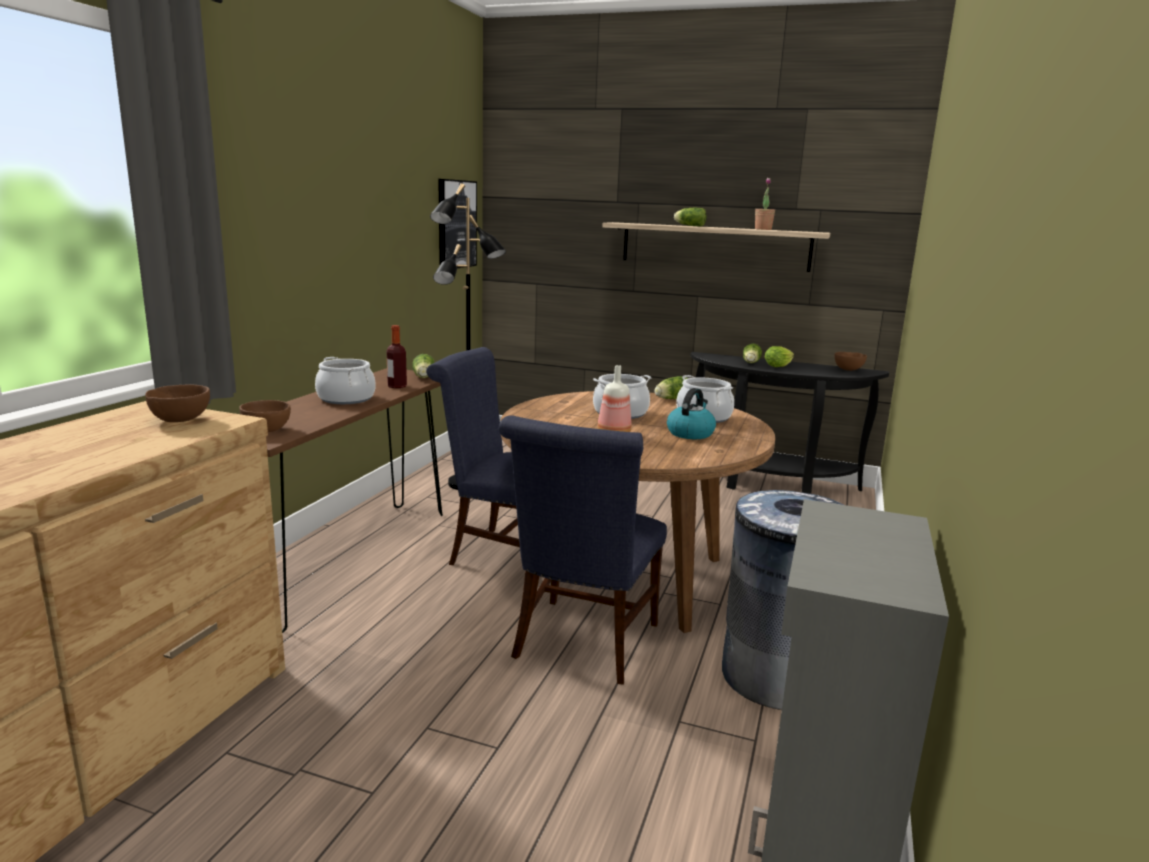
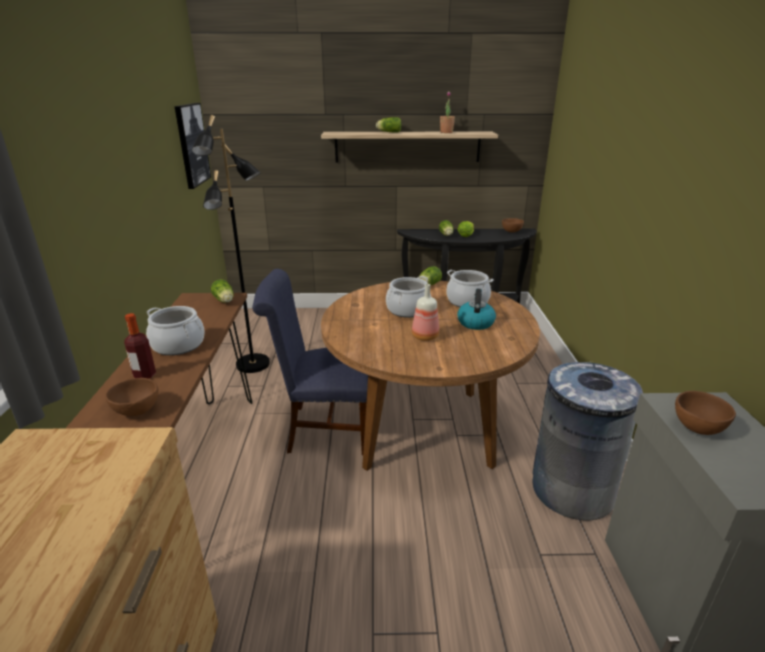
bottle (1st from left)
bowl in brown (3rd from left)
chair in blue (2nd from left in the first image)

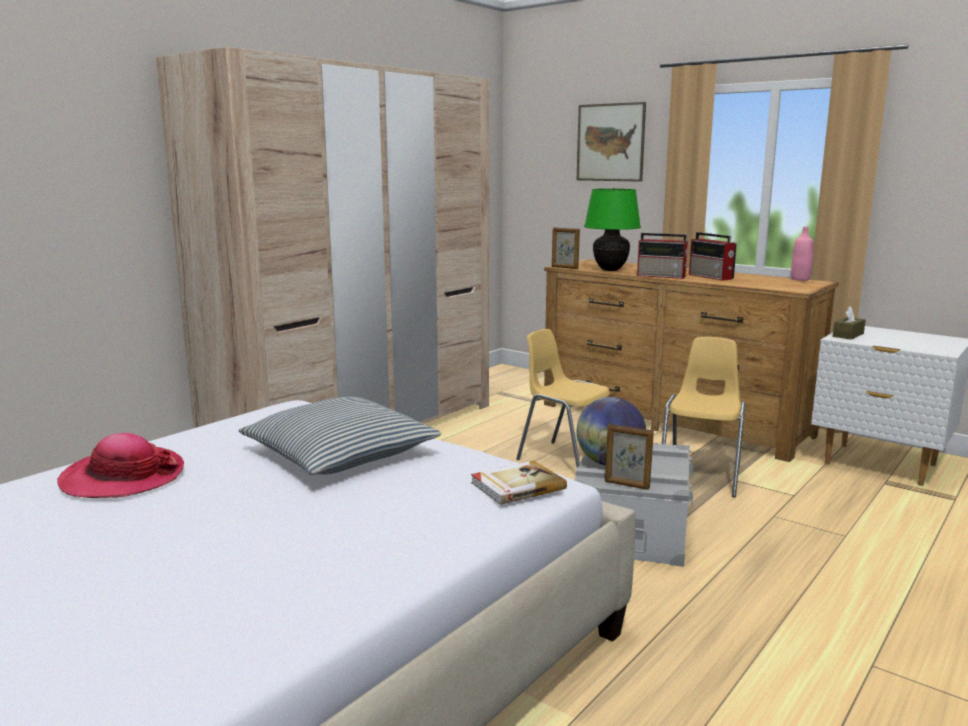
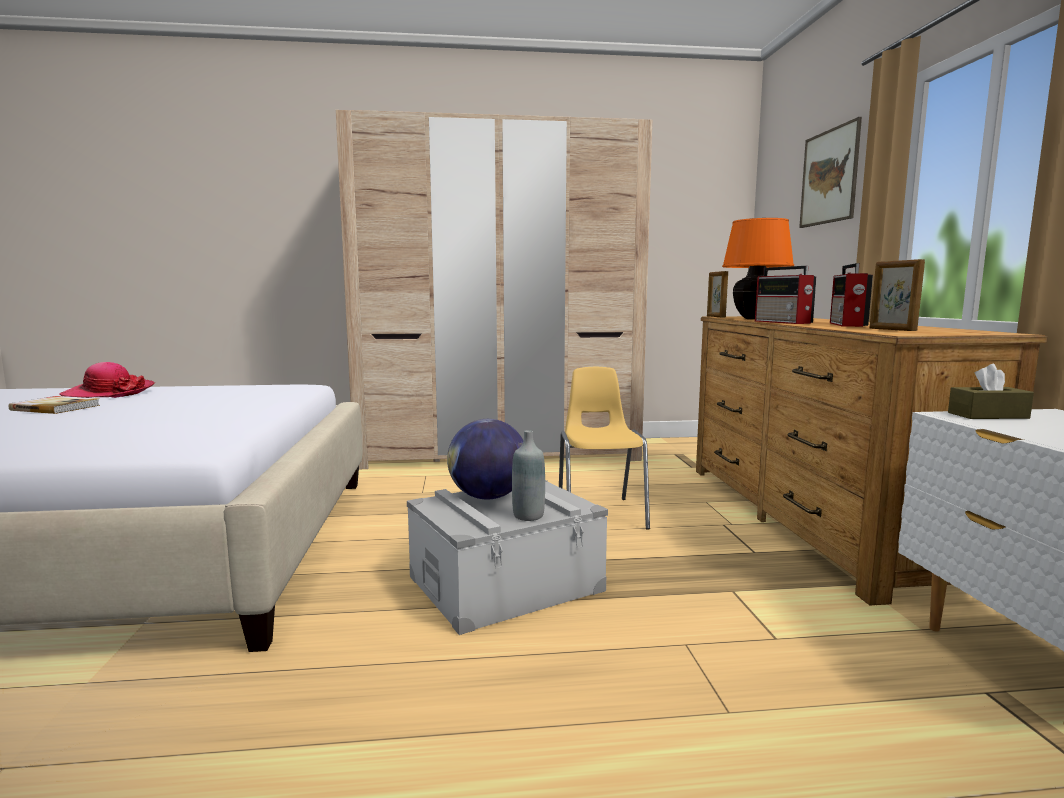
book
bottle in grey
table lamp in orange
picture frame (2nd from left)
pillow
chair in yellow (2nd from left in the first image)
bottle in pink

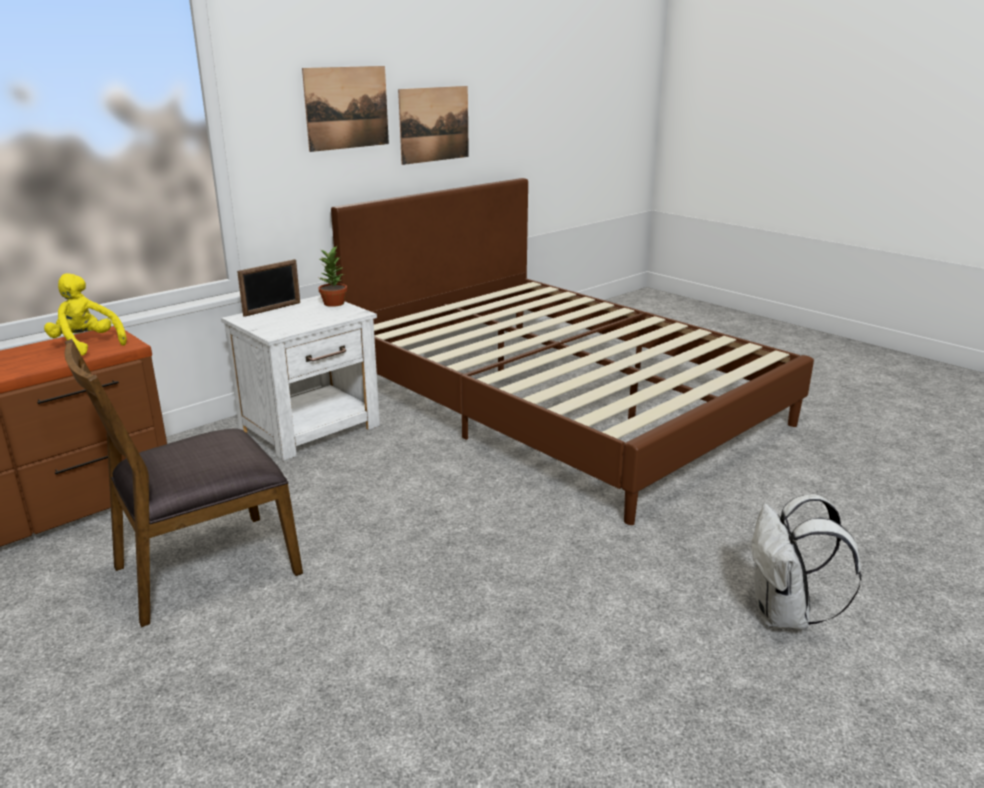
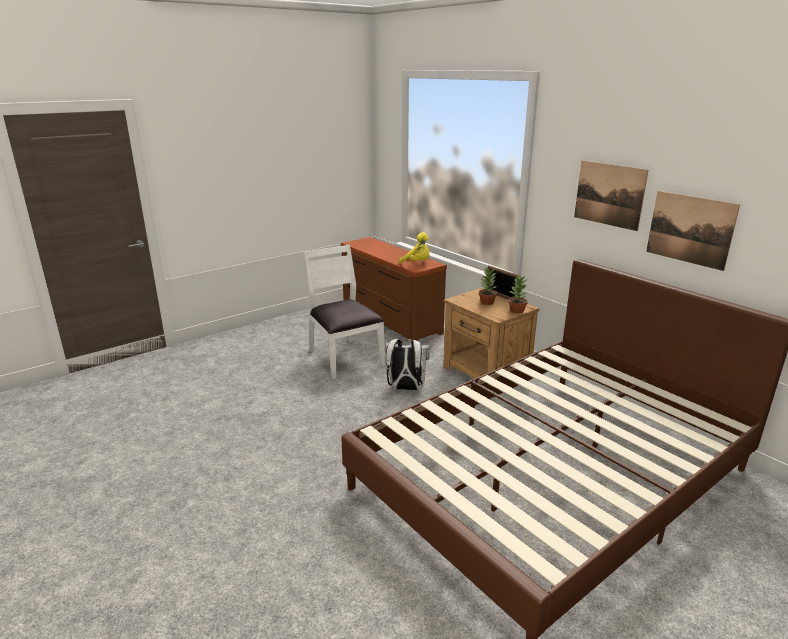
chair in white
backpack in white
plush toy in yellow
nightstand in brown
potted plant (1st from left)

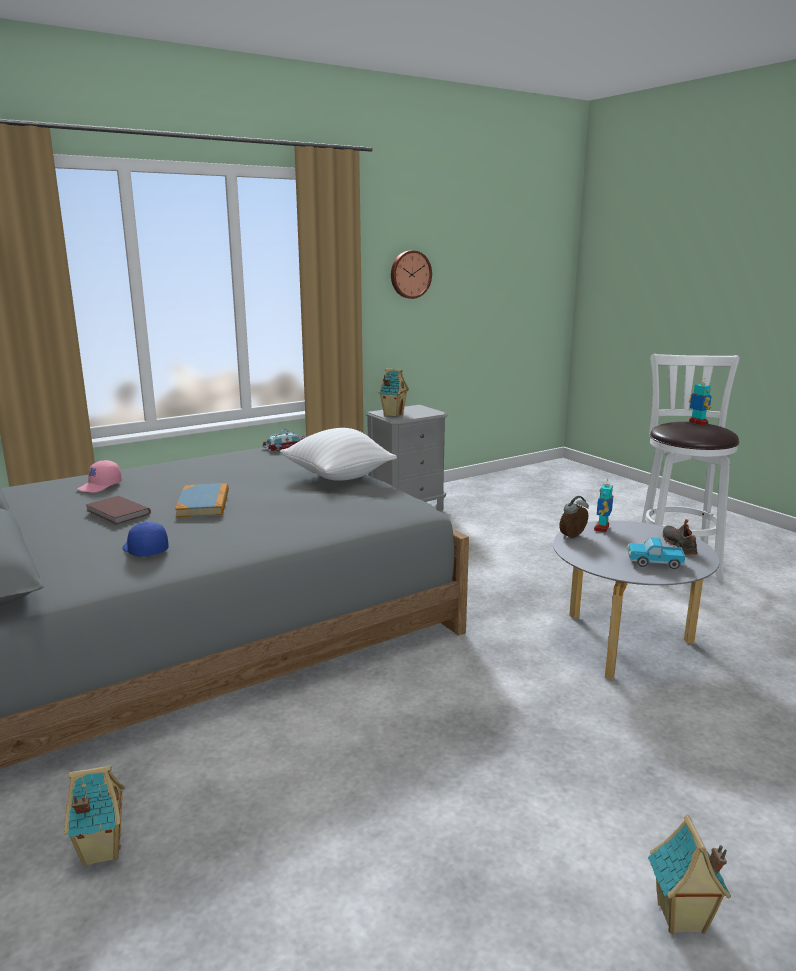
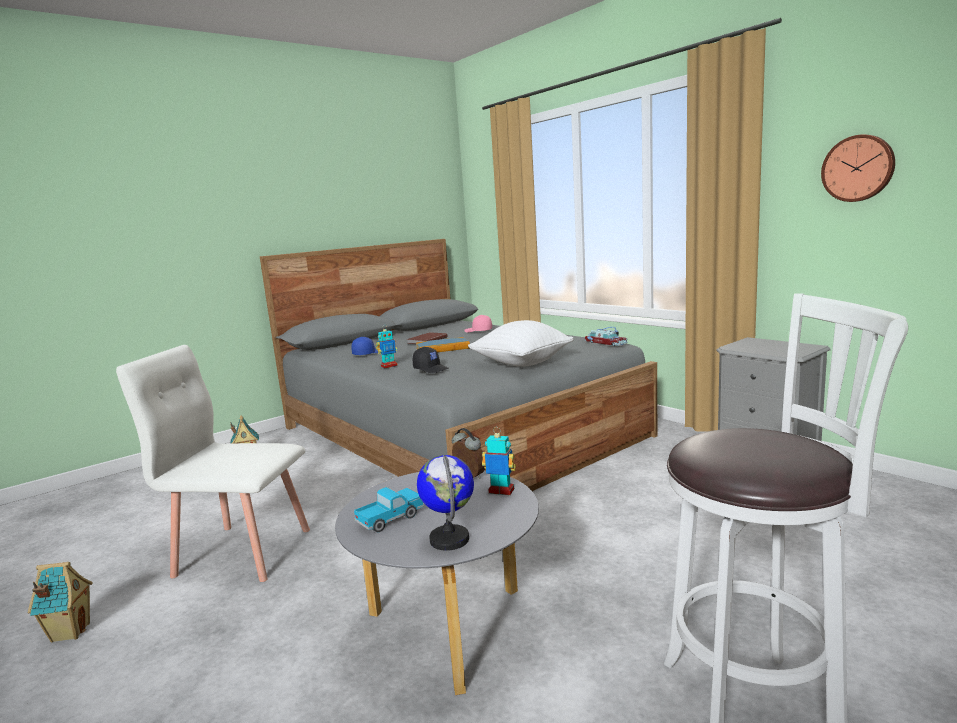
chair in white
toy truck
toy robot (1st from left)
cap in black
globe
toy house (2nd from left in the first image)

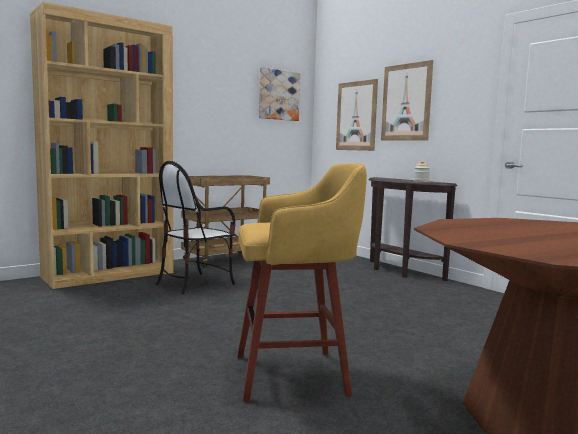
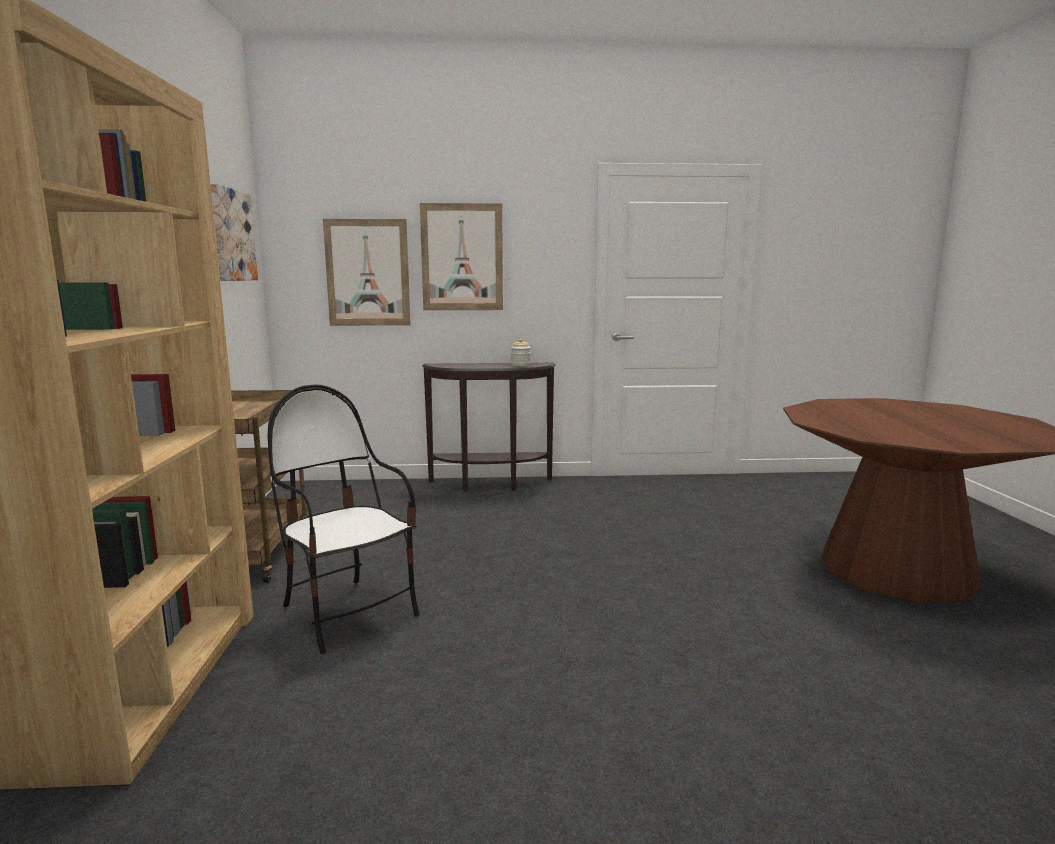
chair
stool in yellow

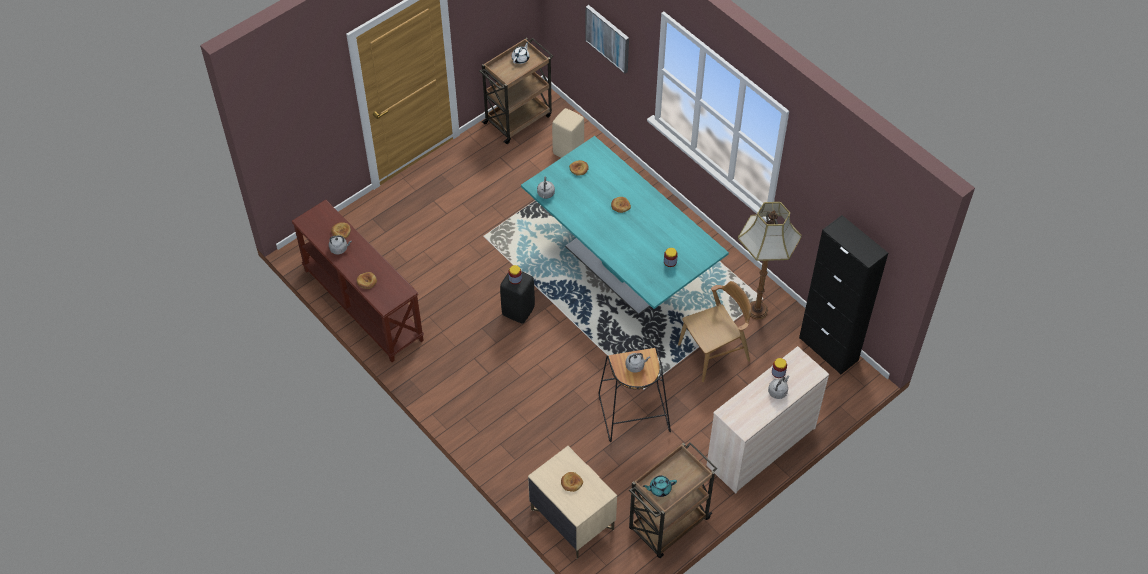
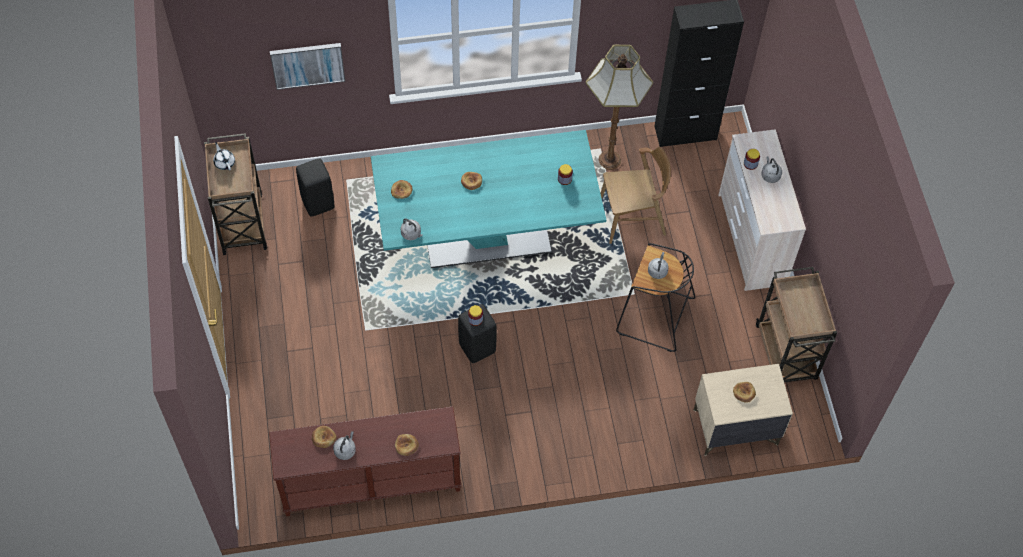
stool in black (1st from left)
chair in brown
teapot in turquoise

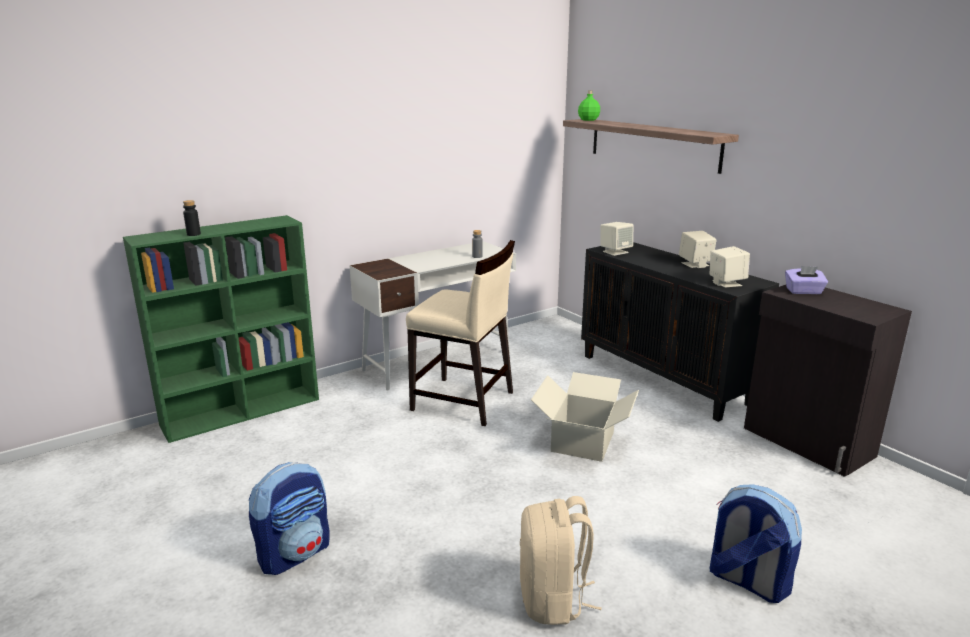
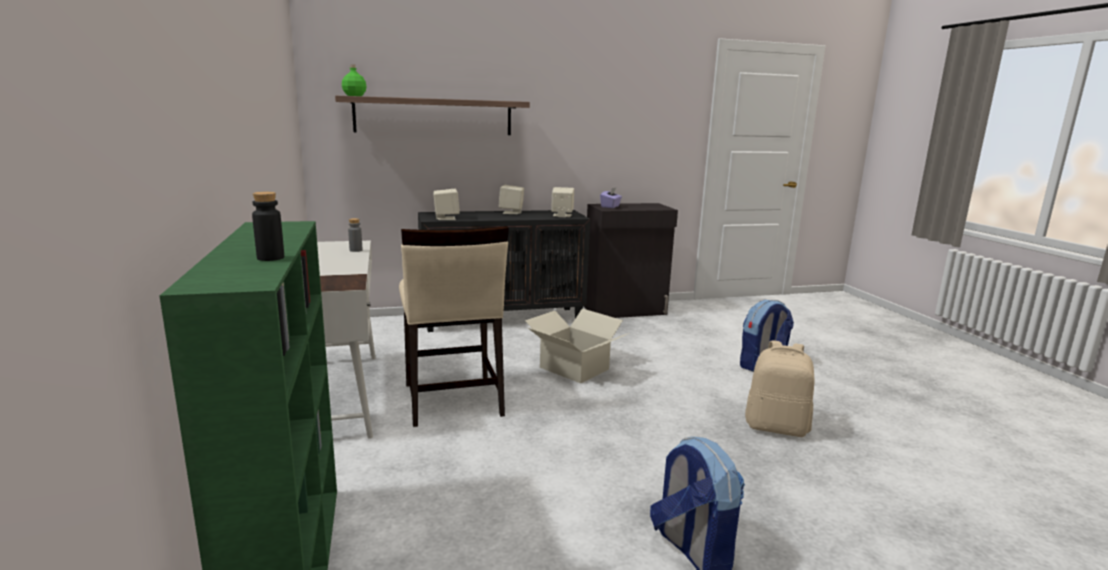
chair in beige

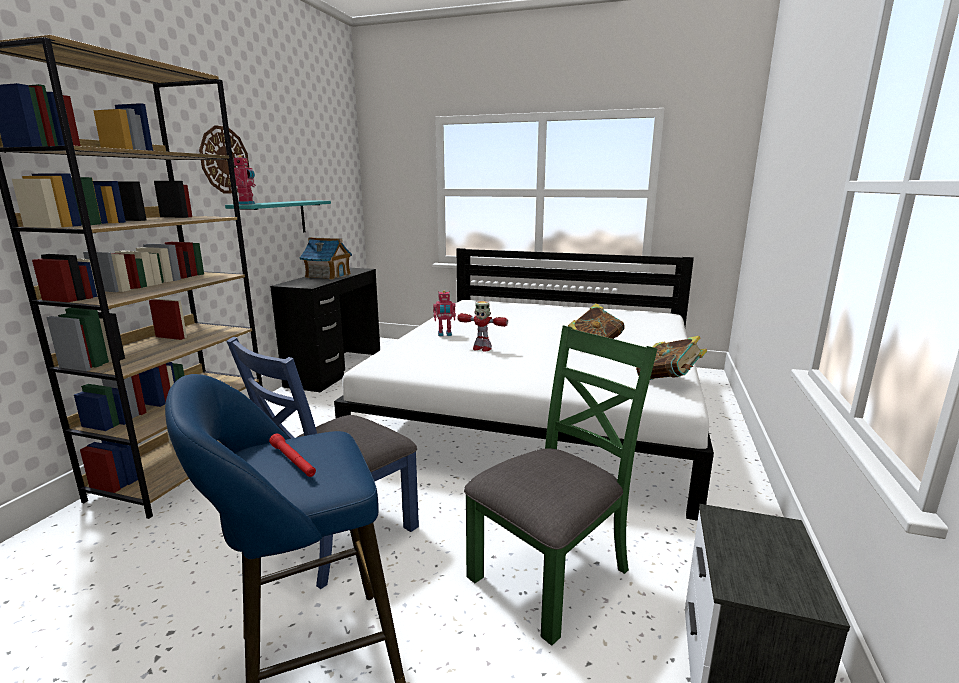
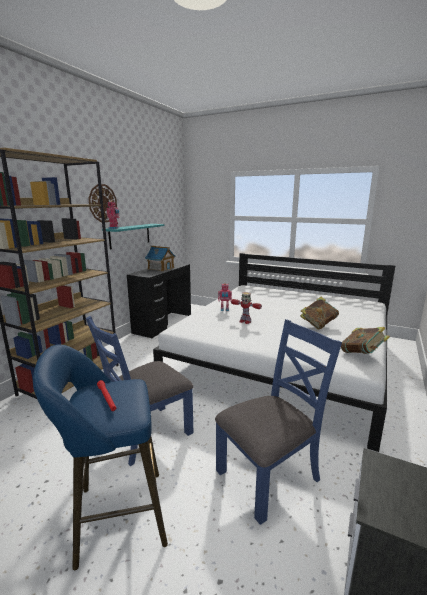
chair in blue (2nd from left)

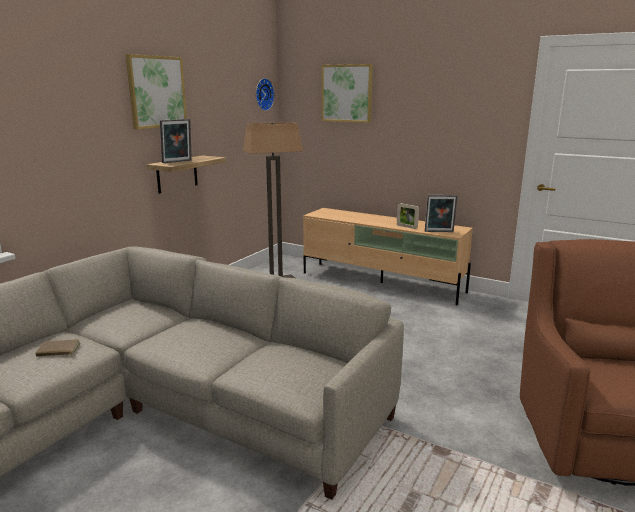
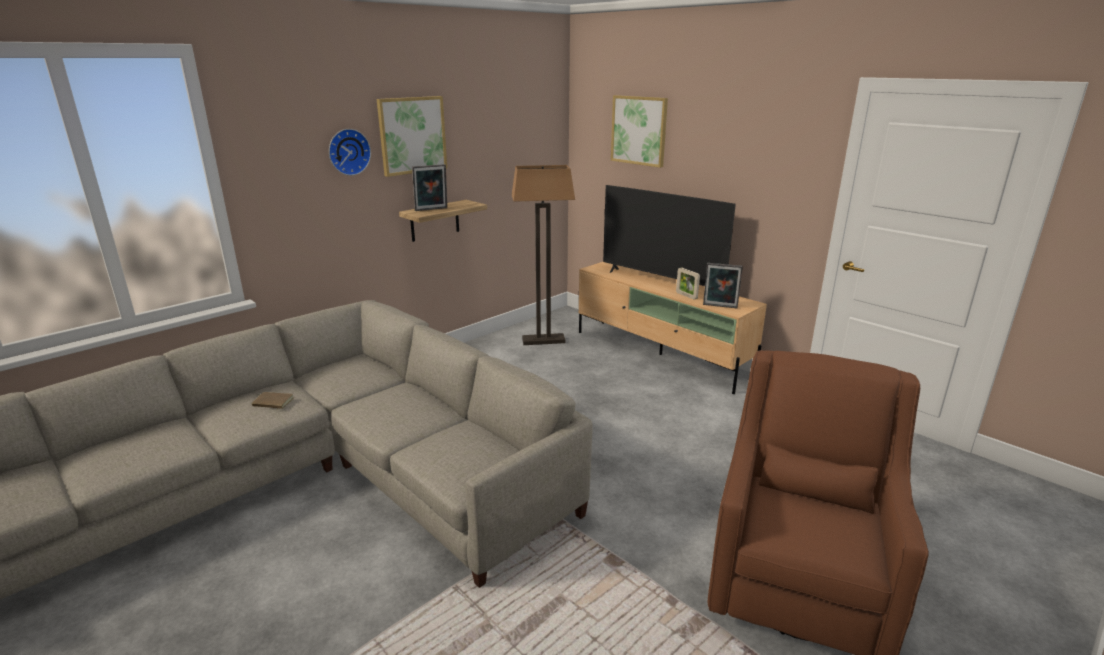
wall clock
television

